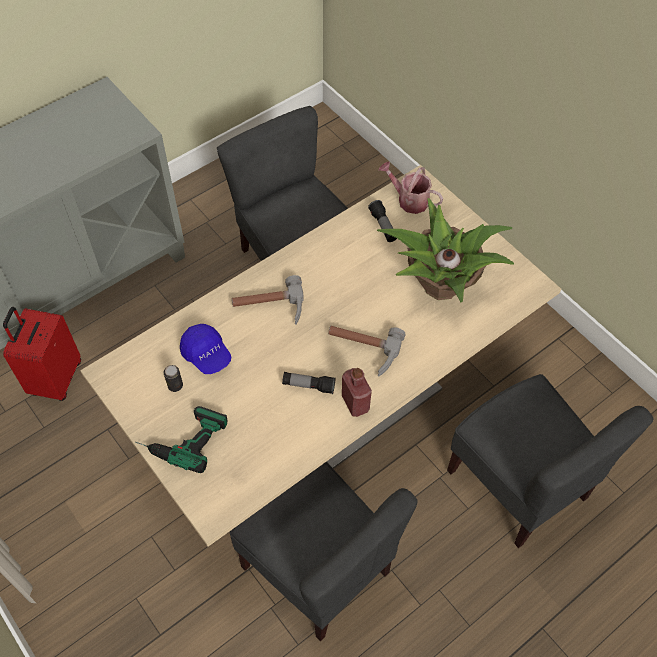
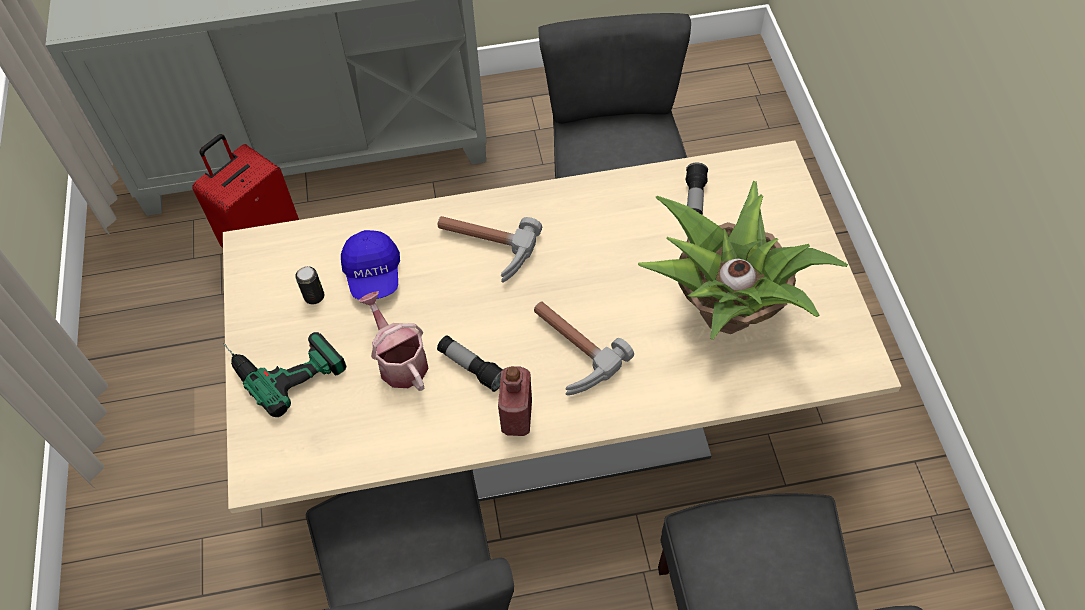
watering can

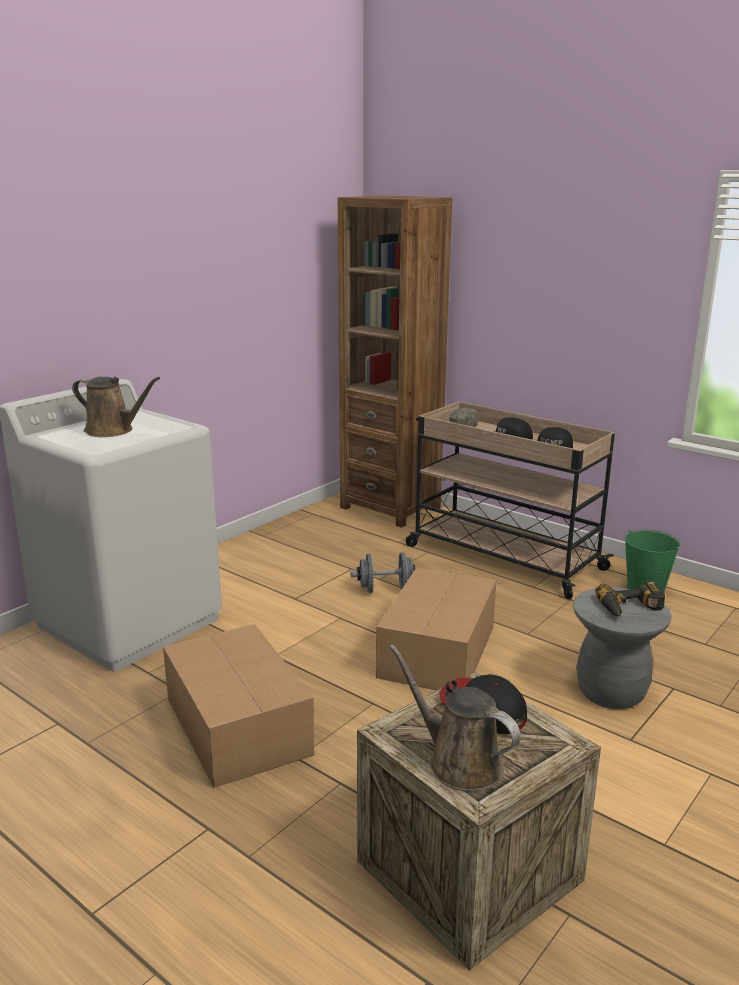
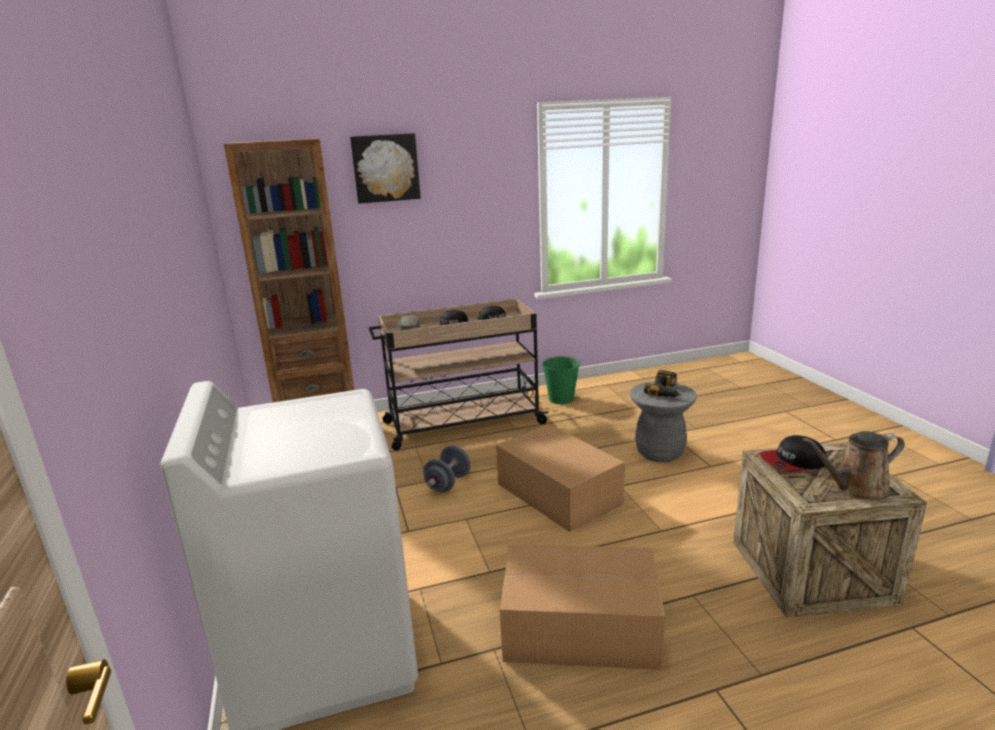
picture
watering can in brown (1st from left in the first image)

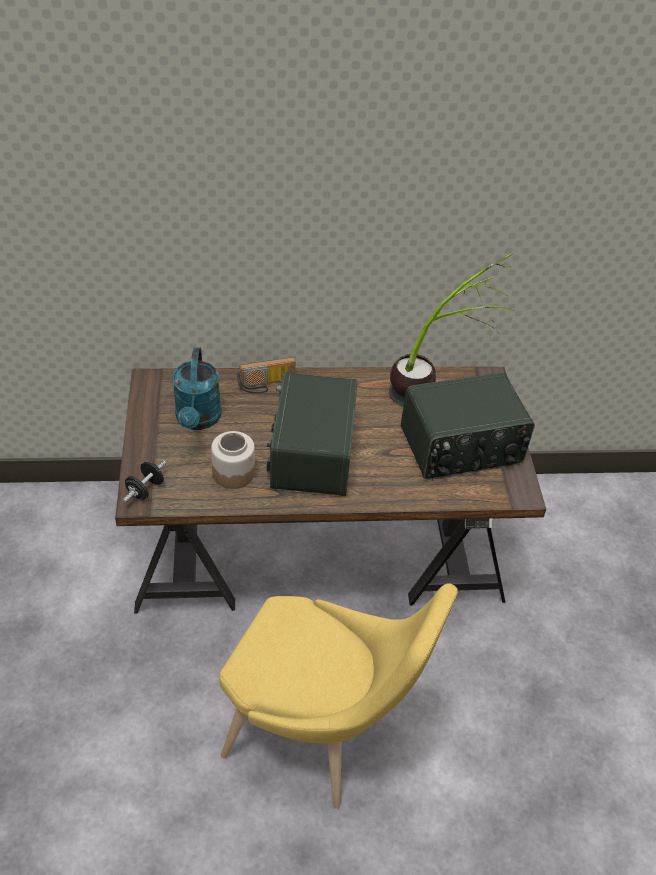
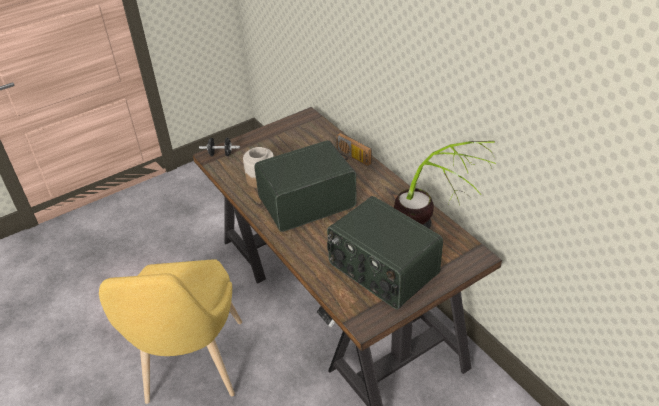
watering can in turquoise

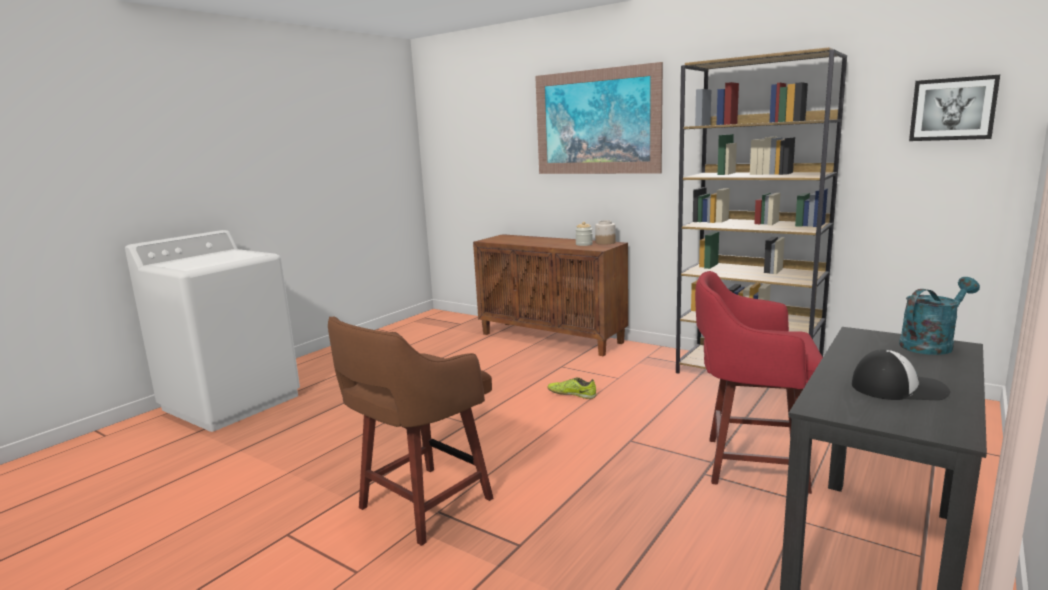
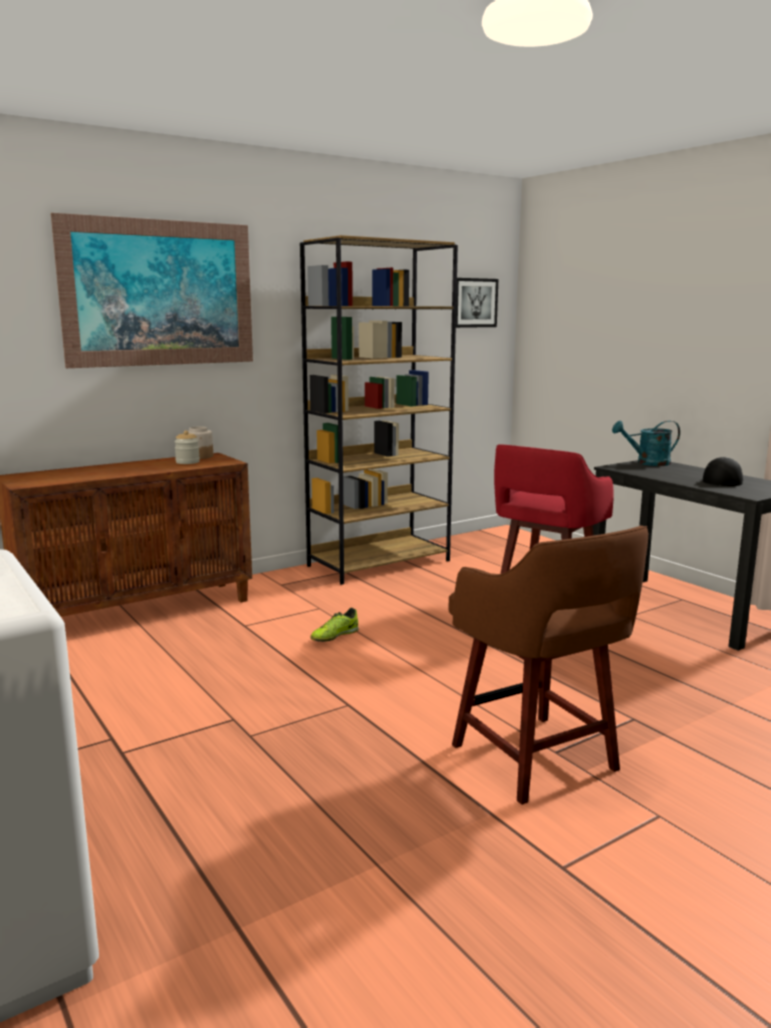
watering can in turquoise

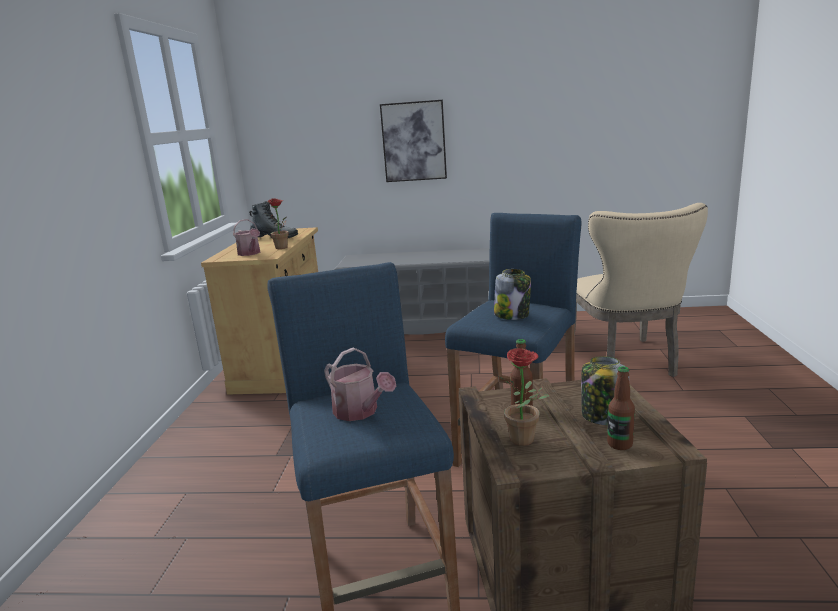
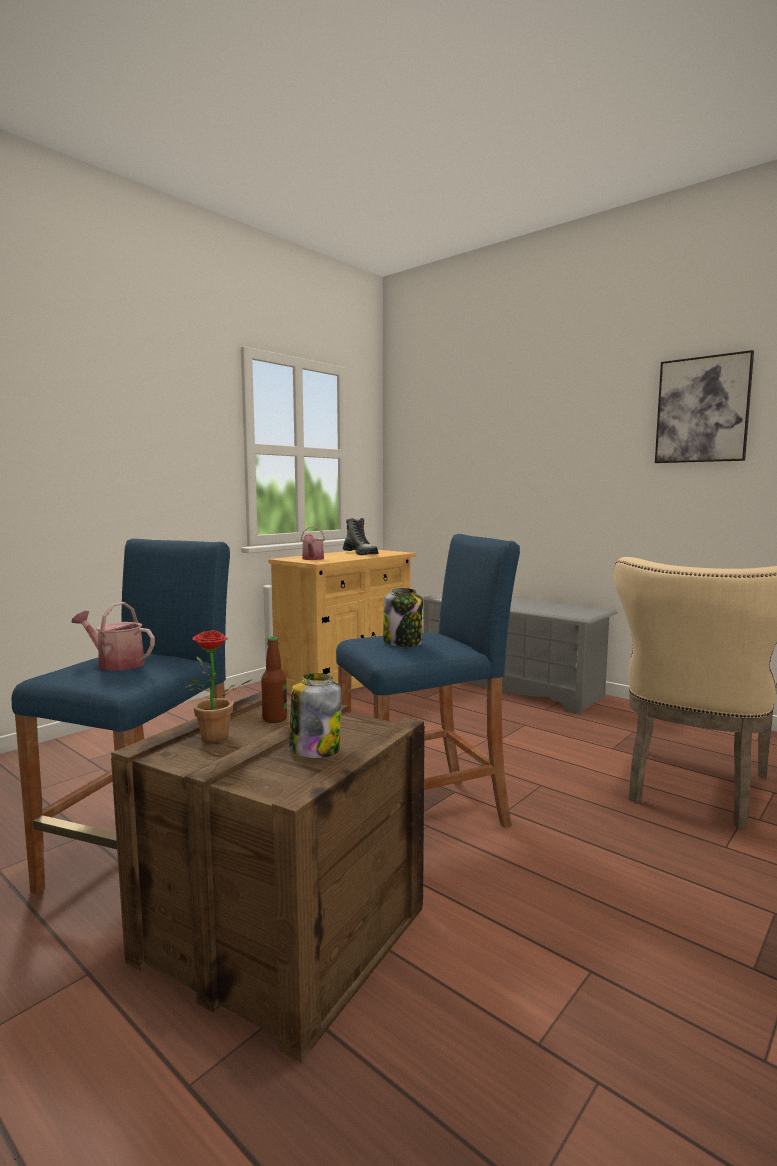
watering can (1st from left)
picture
potted plant (1st from left in the first image)
bottle (2nd from left in the first image)

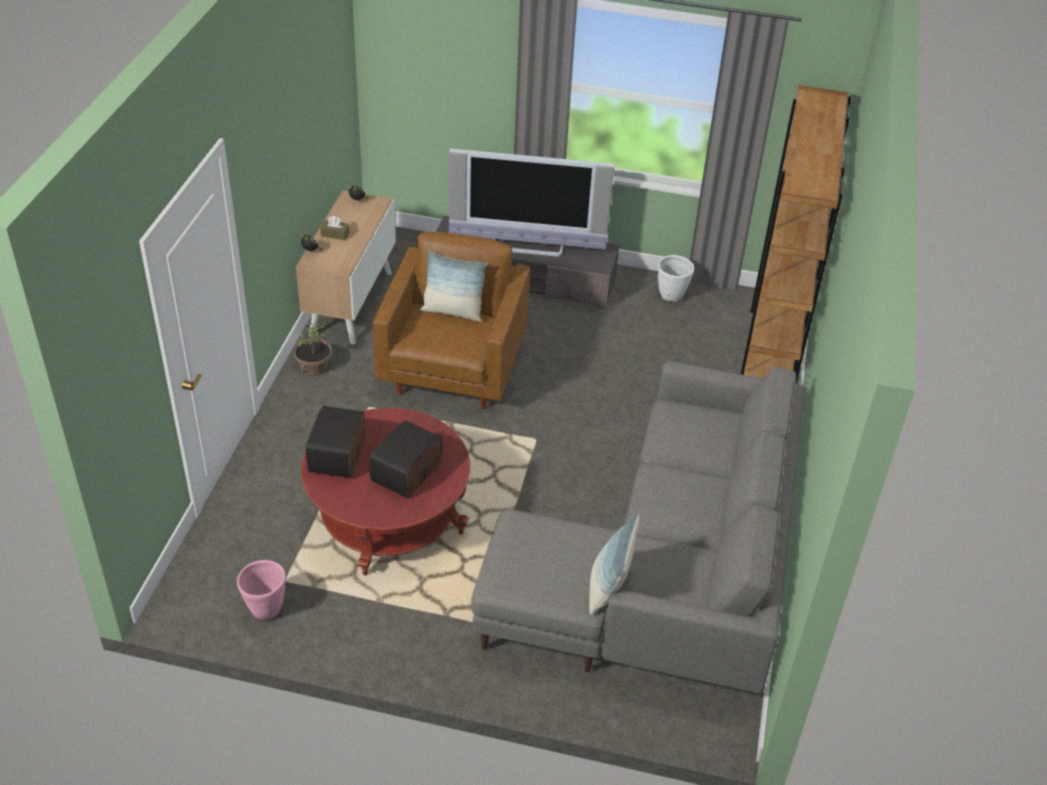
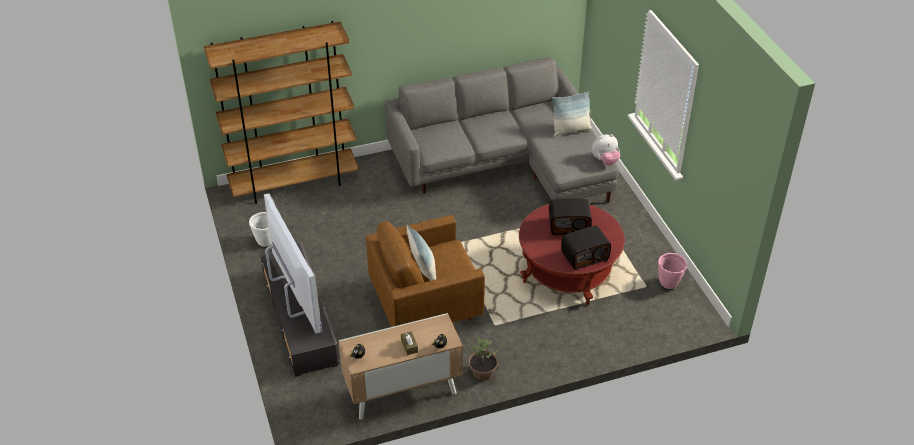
plush toy

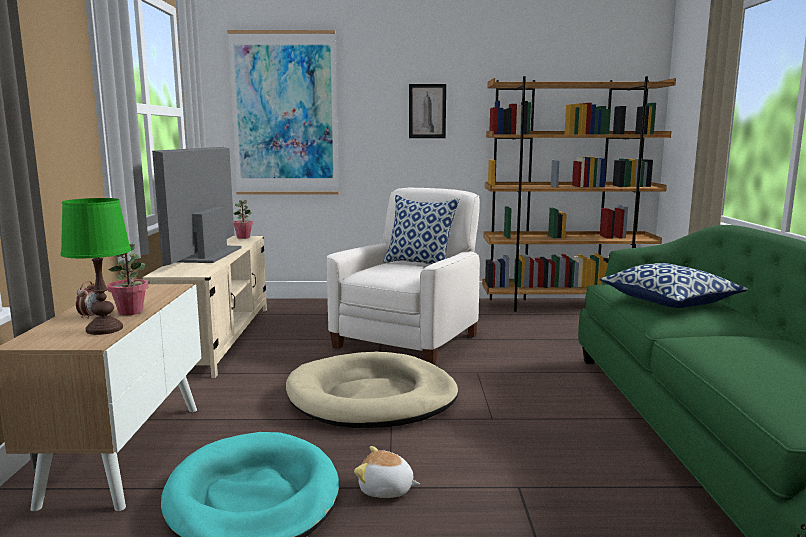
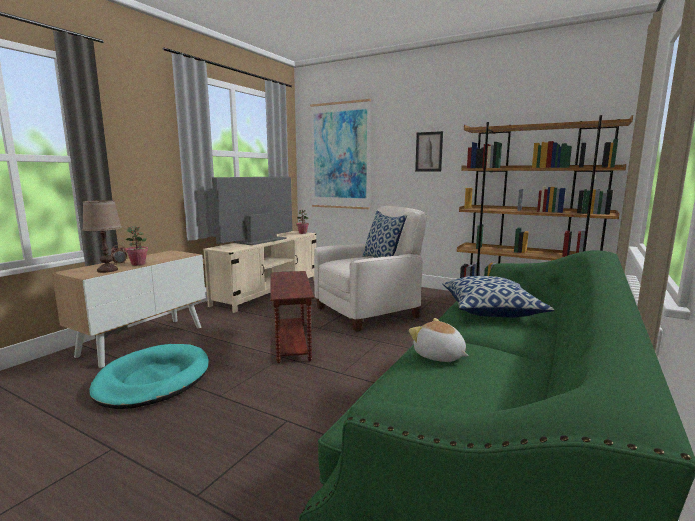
table lamp in brown
side table in brown
plush toy

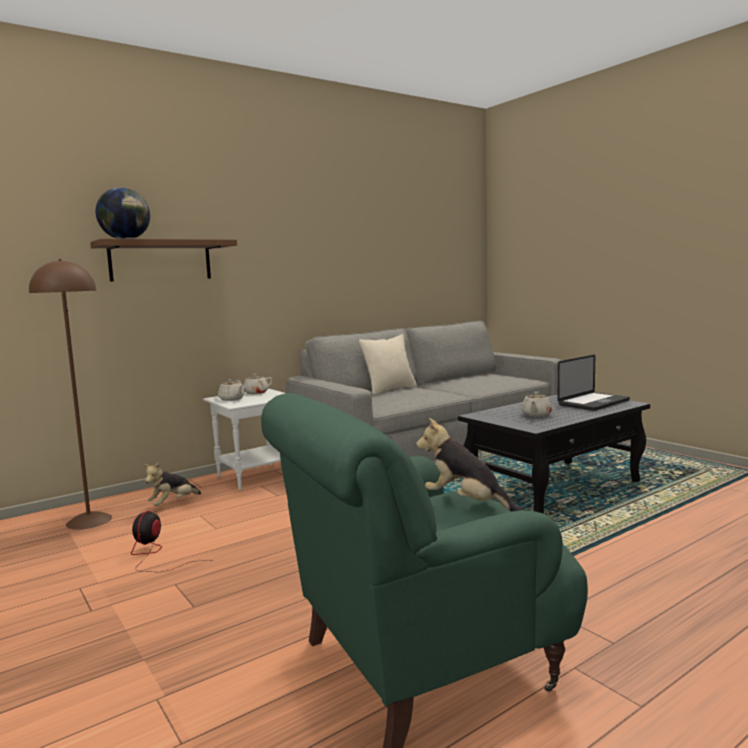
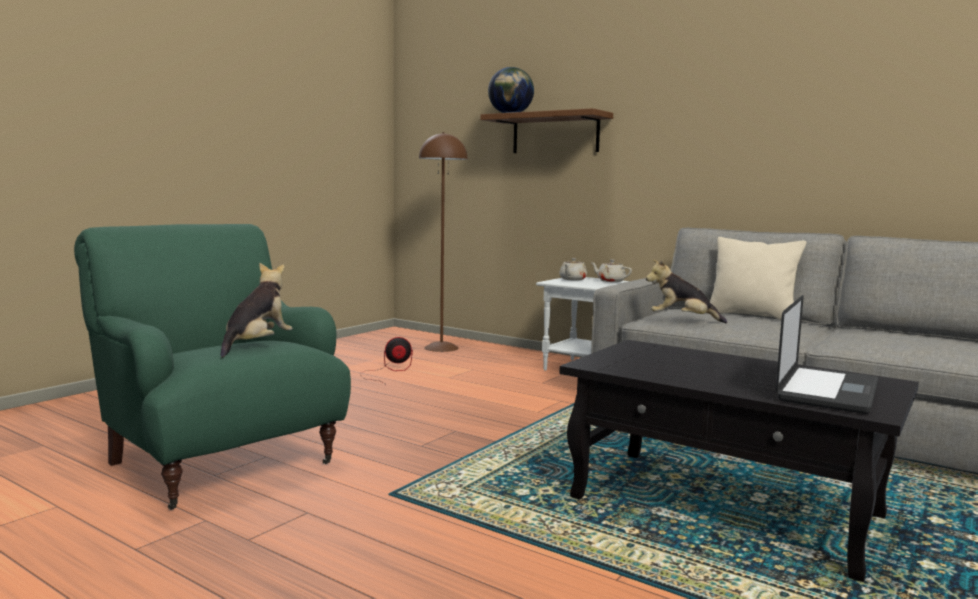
plush toy (2nd from left)
laptop
teapot in beige (3rd from left in the first image)

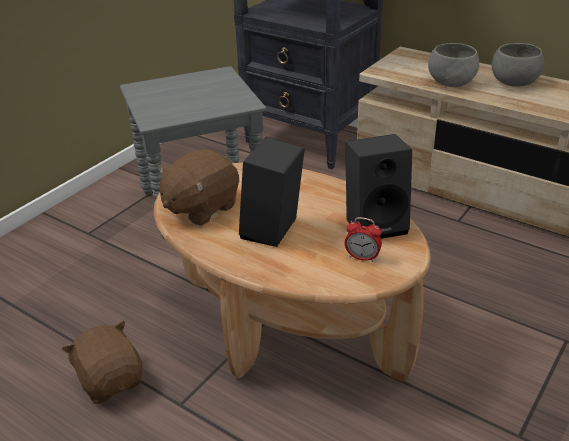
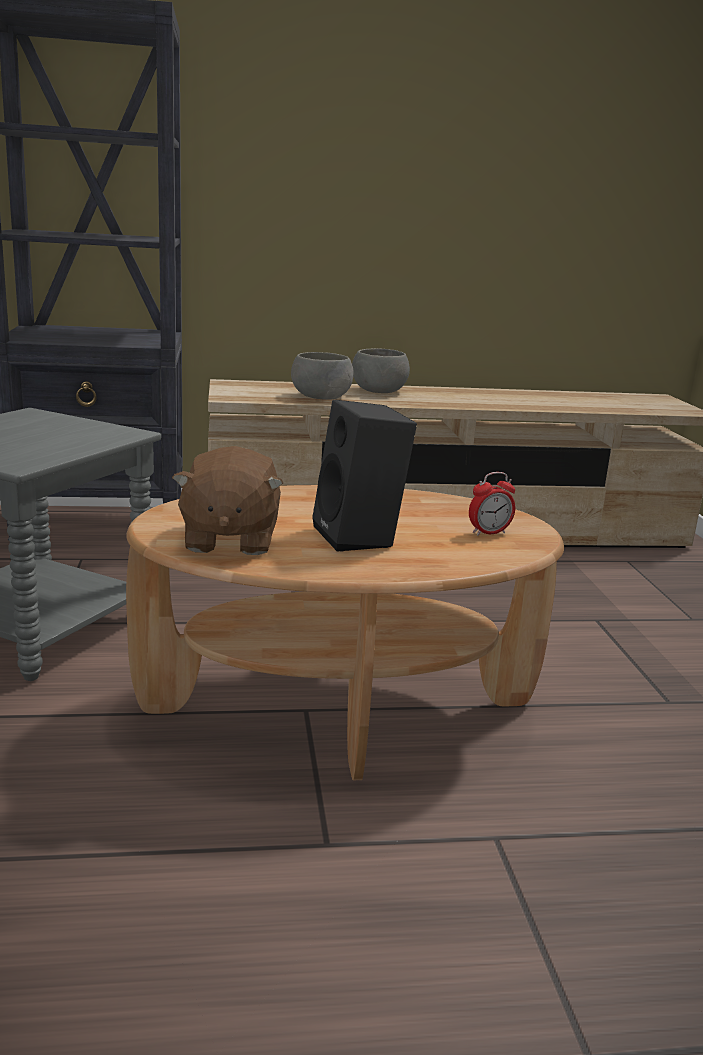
plush toy in brown (1st from left in the first image)
speaker in black (2nd from left in the first image)

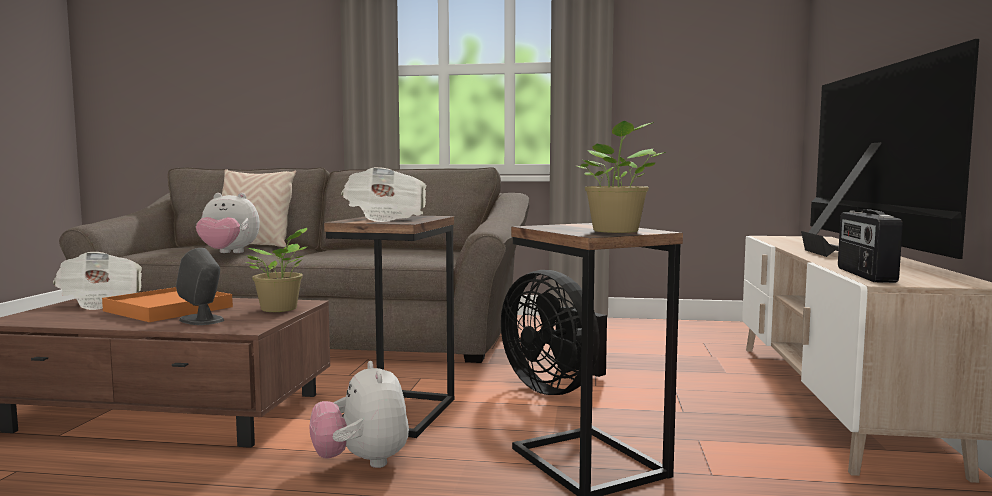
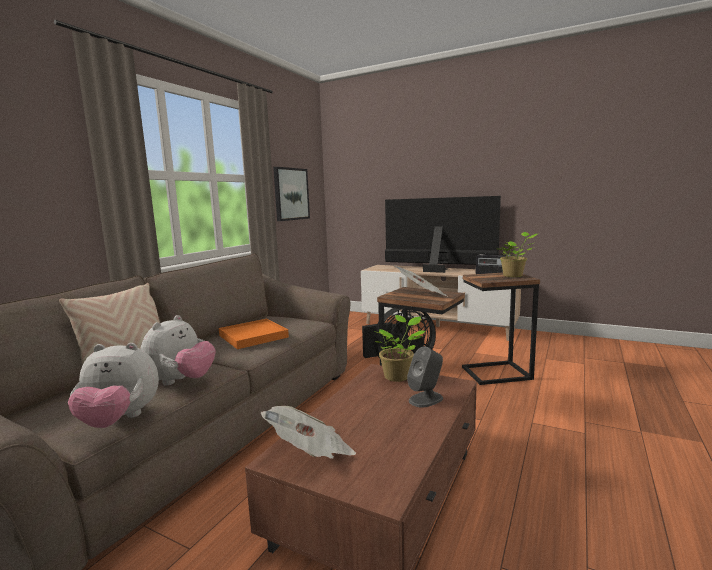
plush toy (1st from left)
tray in orange
picture

